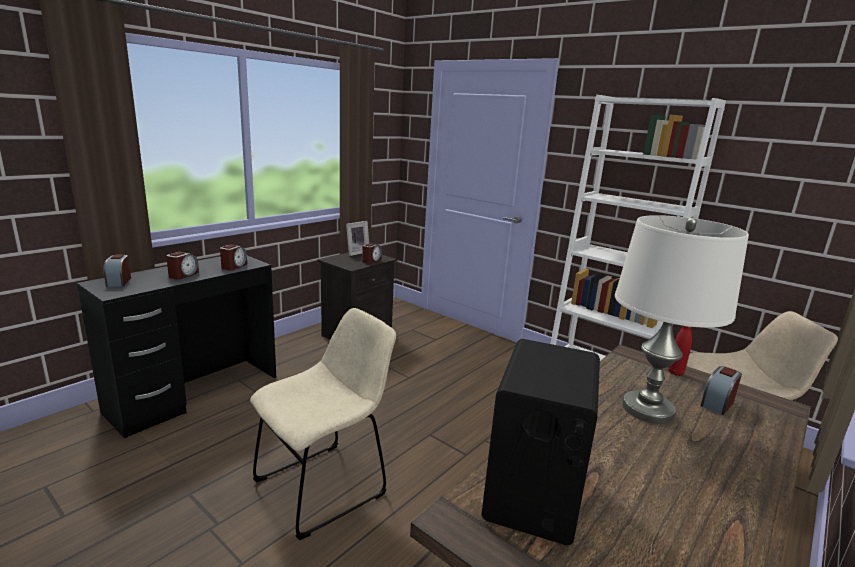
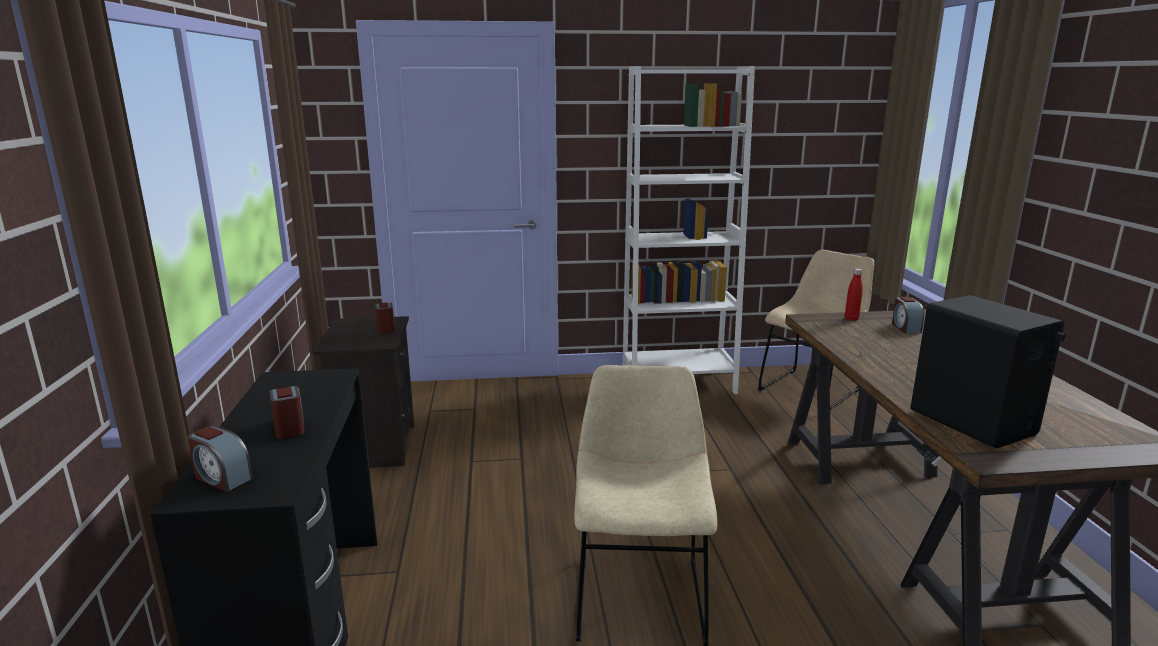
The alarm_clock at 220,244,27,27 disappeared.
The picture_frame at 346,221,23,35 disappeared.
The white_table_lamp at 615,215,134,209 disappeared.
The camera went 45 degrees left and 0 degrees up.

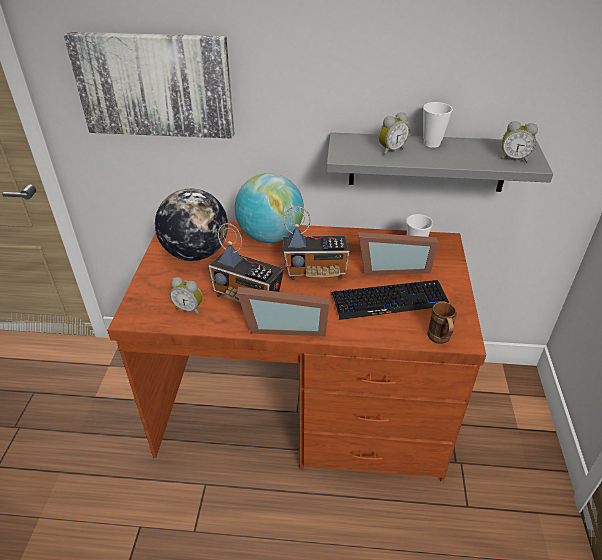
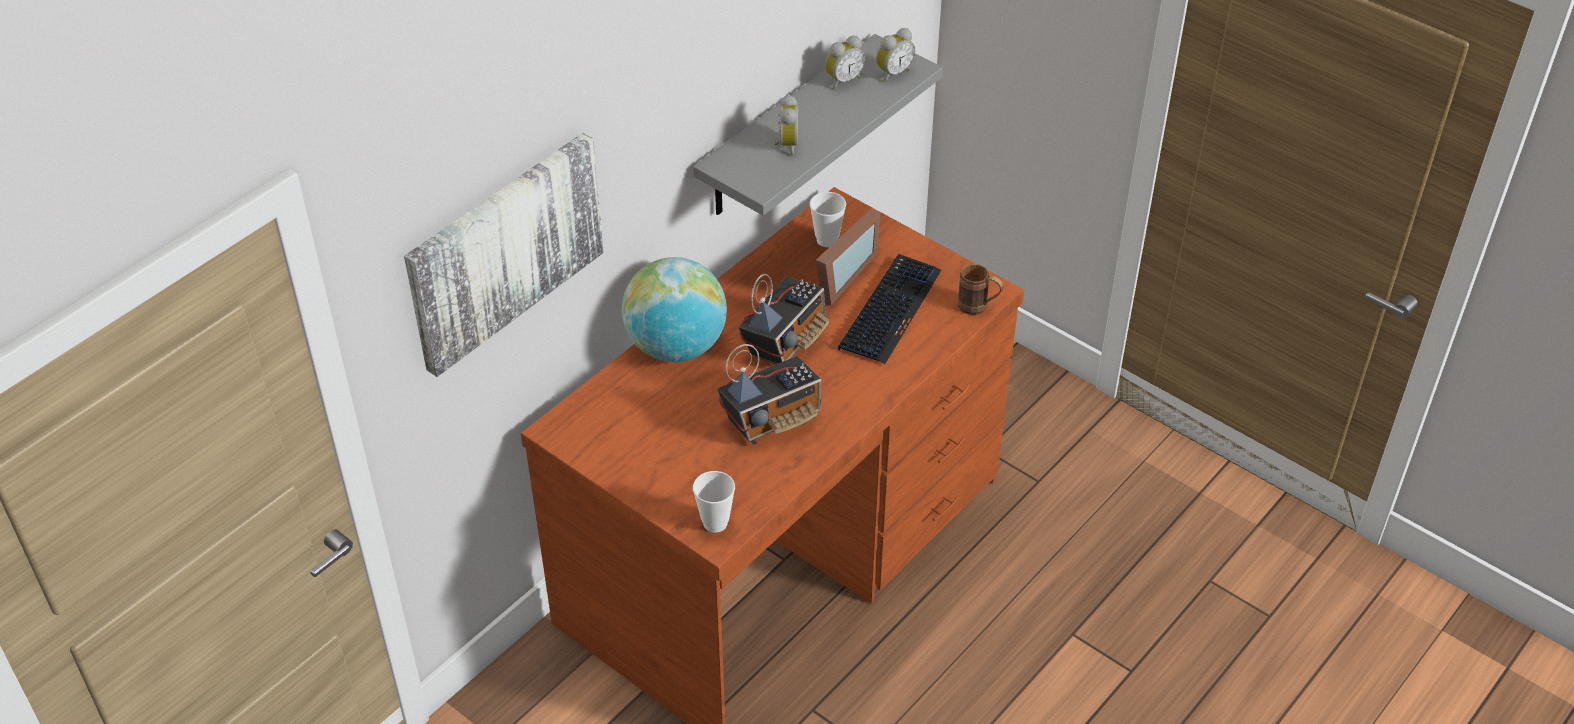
The globe at 155,188,73,73 disappeared.
The alarm_clock moved from 170,277,33,38 to 825,36,40,53.
The picture_frame at 237,287,92,49 disappeared.
The cup moved from 423,102,30,46 to 693,471,42,62.
The camera went 55 degrees left and 5 degrees up.

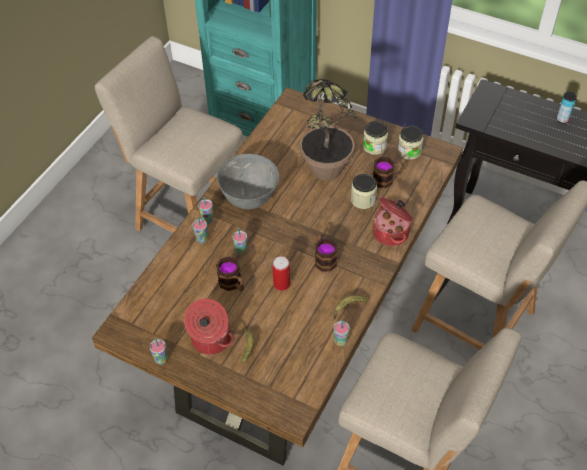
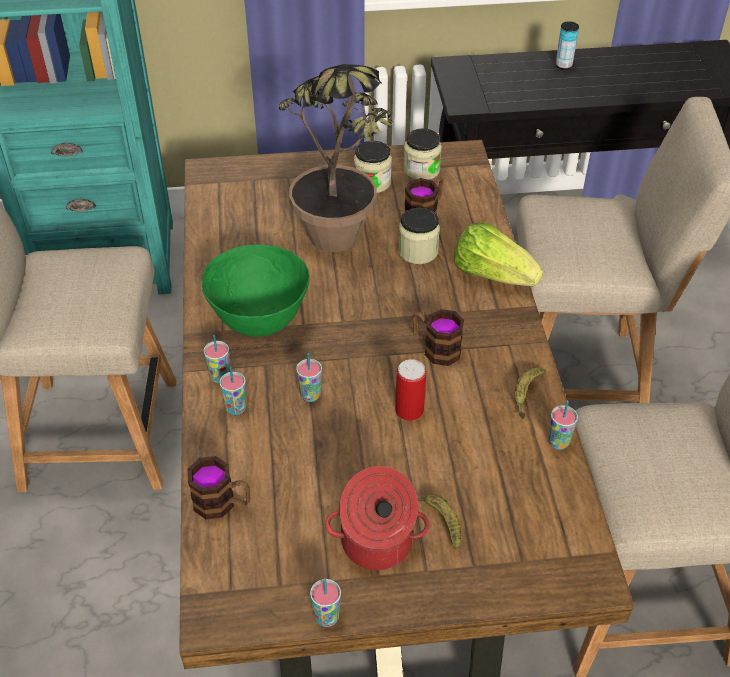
The mug moved from 216,257,28,34 to 187,456,63,63.
The grey_bowl at 217,154,62,56 became the green_bowl at 202,244,108,93.
The cooking_pot at 372,197,42,49 was replaced by the lettuce at 454,223,89,63.
The camera went 35 degrees left and 5 degrees down.

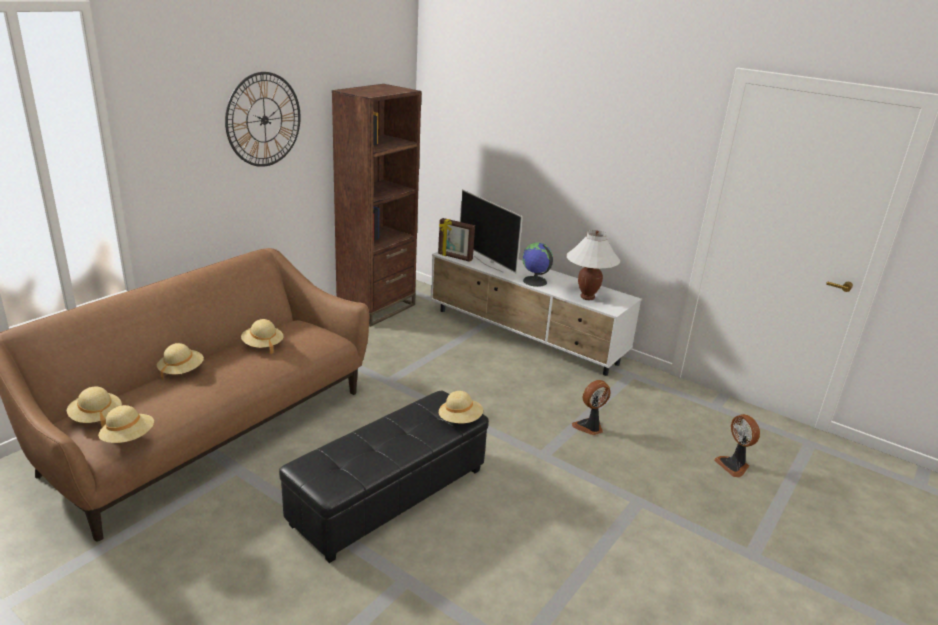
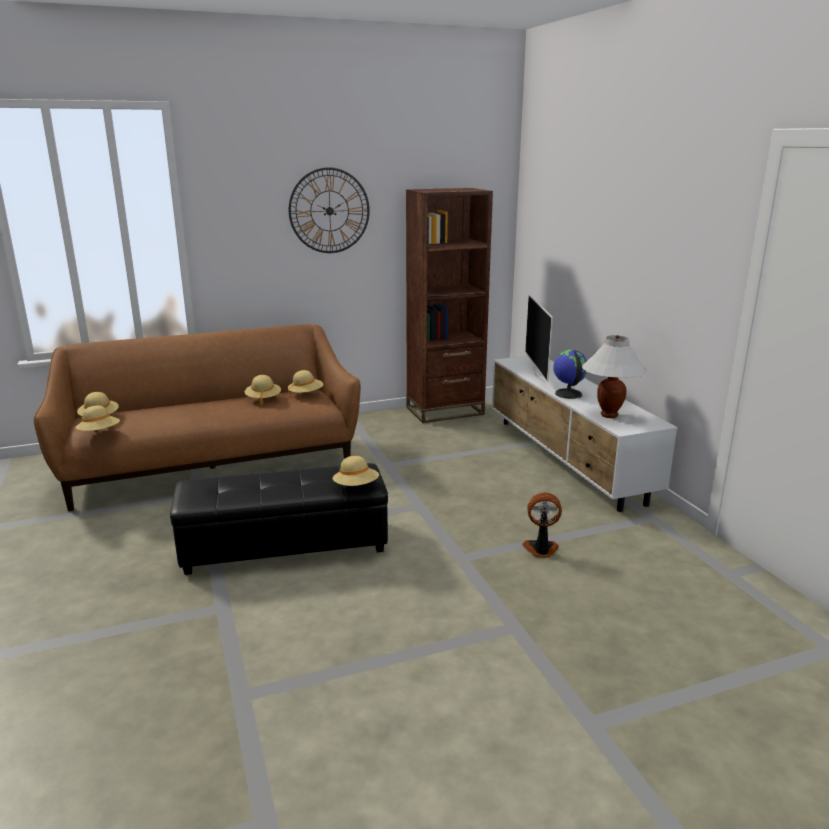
The beige_hat moved from 157,343,47,37 to 288,370,35,26.
The picture_frame at 438,218,37,44 disappeared.
The fan at 714,414,46,63 disappeared.
The camera went 35 degrees right and 5 degrees down.

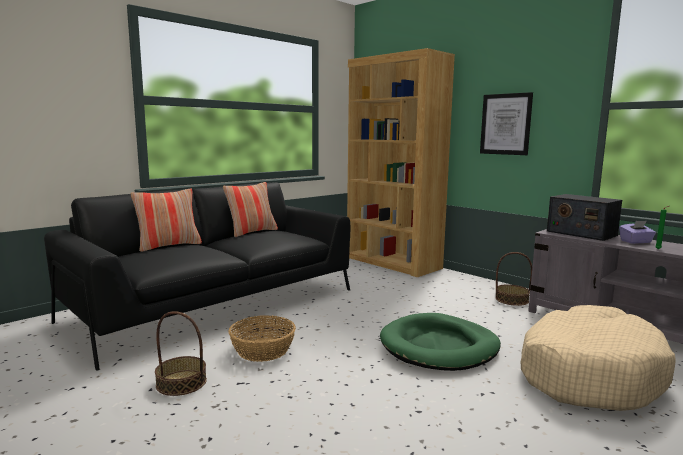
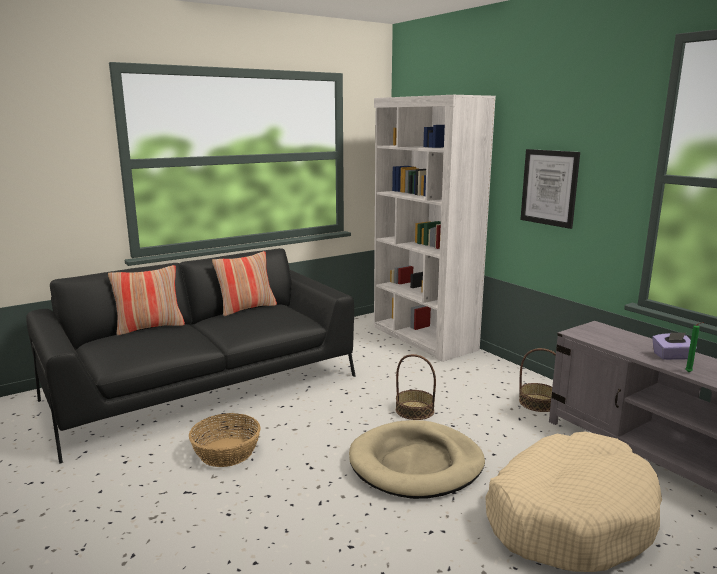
The basket moved from 155,311,52,85 to 396,354,40,66.
The brown_bookcase at 347,48,108,229 became the white_bookcase at 374,95,122,267.
The green_dog_bed at 380,313,121,58 became the beige_dog_bed at 349,420,136,79.
The radio at 547,194,75,47 disappeared.
The camera went 10 degrees right and 5 degrees up.

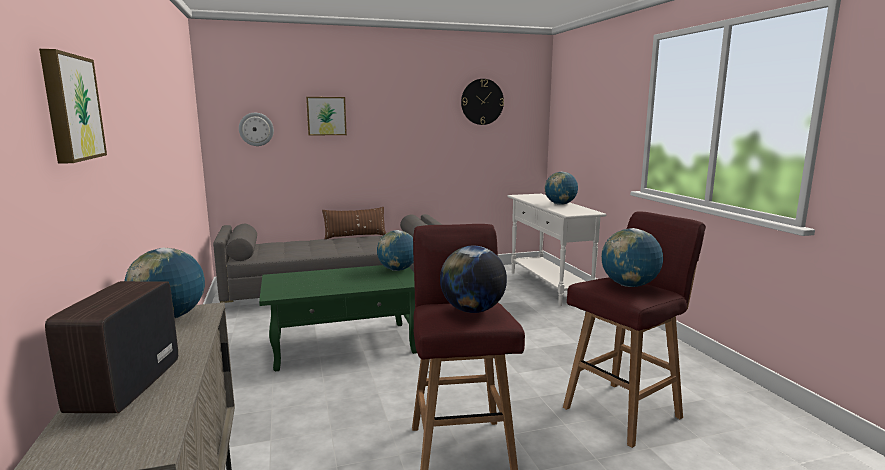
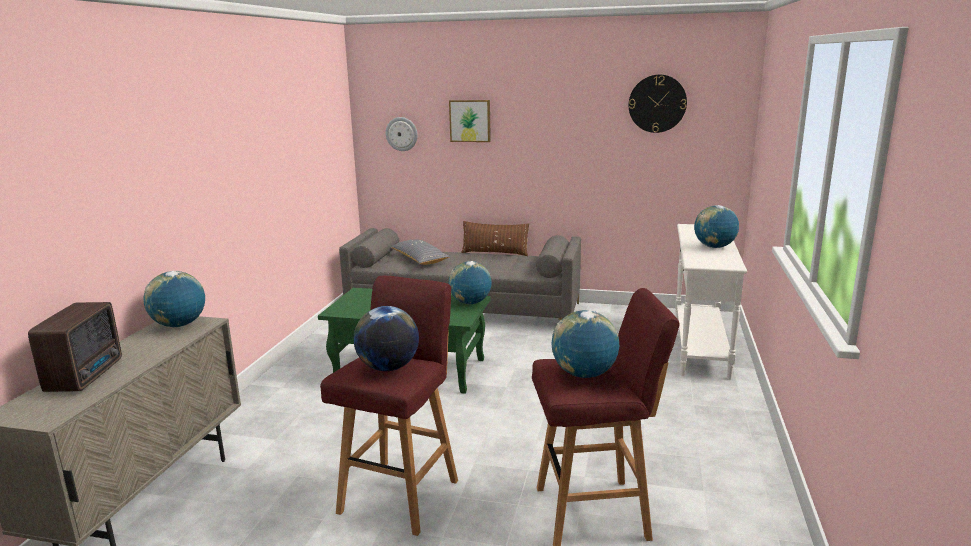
The picture at 39,49,68,115 disappeared.
The radio at 45,281,133,132 turned 150 degrees clockwise.
The grey_pillow at 391,239,59,26 appeared.
The camera went 30 degrees right and 5 degrees up.

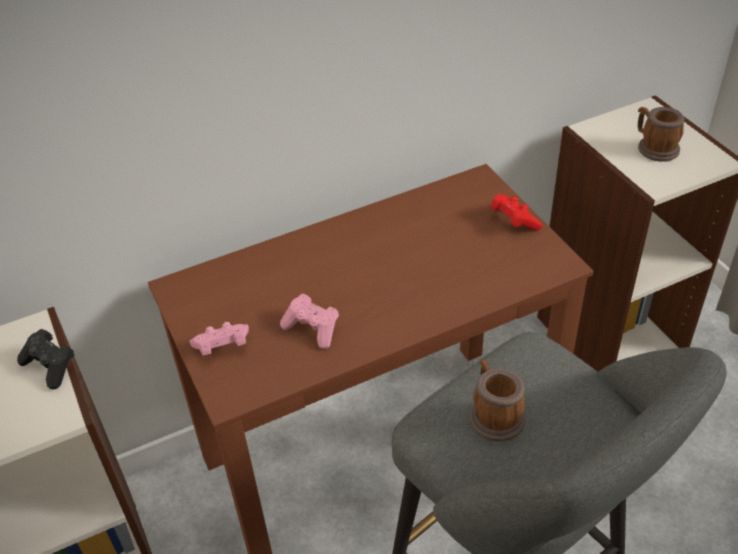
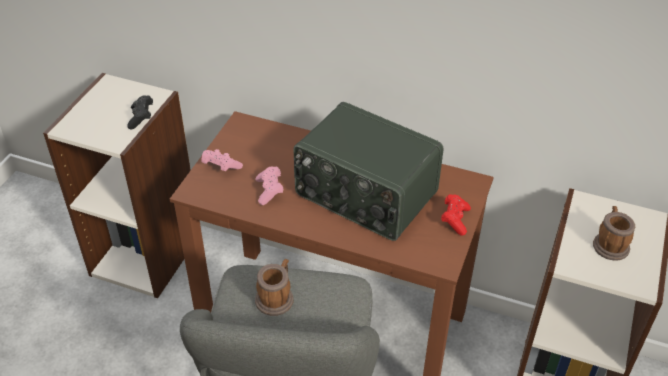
The radio at 293,102,150,139 appeared.
The camera went 45 degrees right and 0 degrees up.

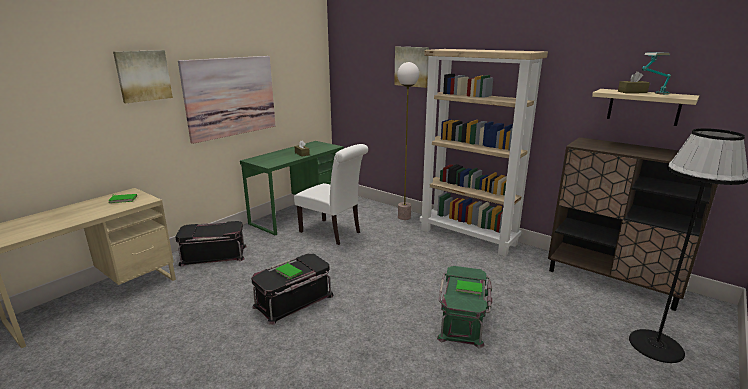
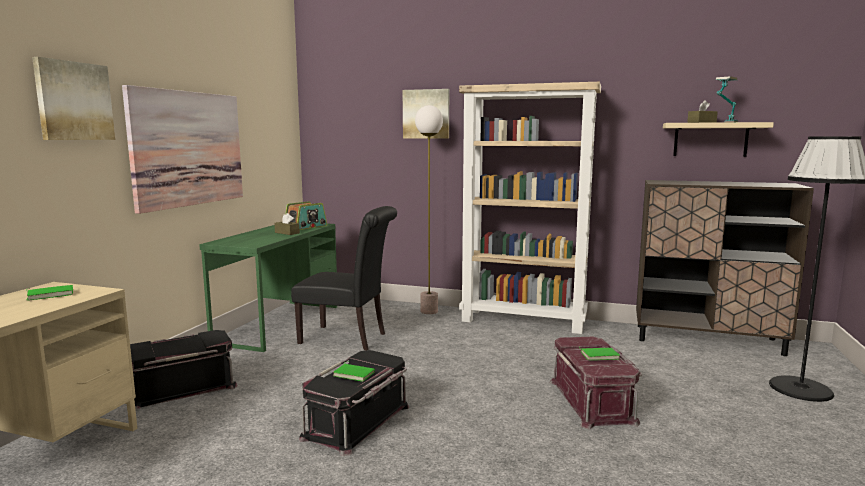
The white_chair at 294,144,74,101 became the black_chair at 291,206,106,144.
The green_storage_box at 437,266,55,83 became the red_storage_box at 550,337,92,92.
The radio at 285,201,42,29 appeared.
The camera went 20 degrees left and 10 degrees down.

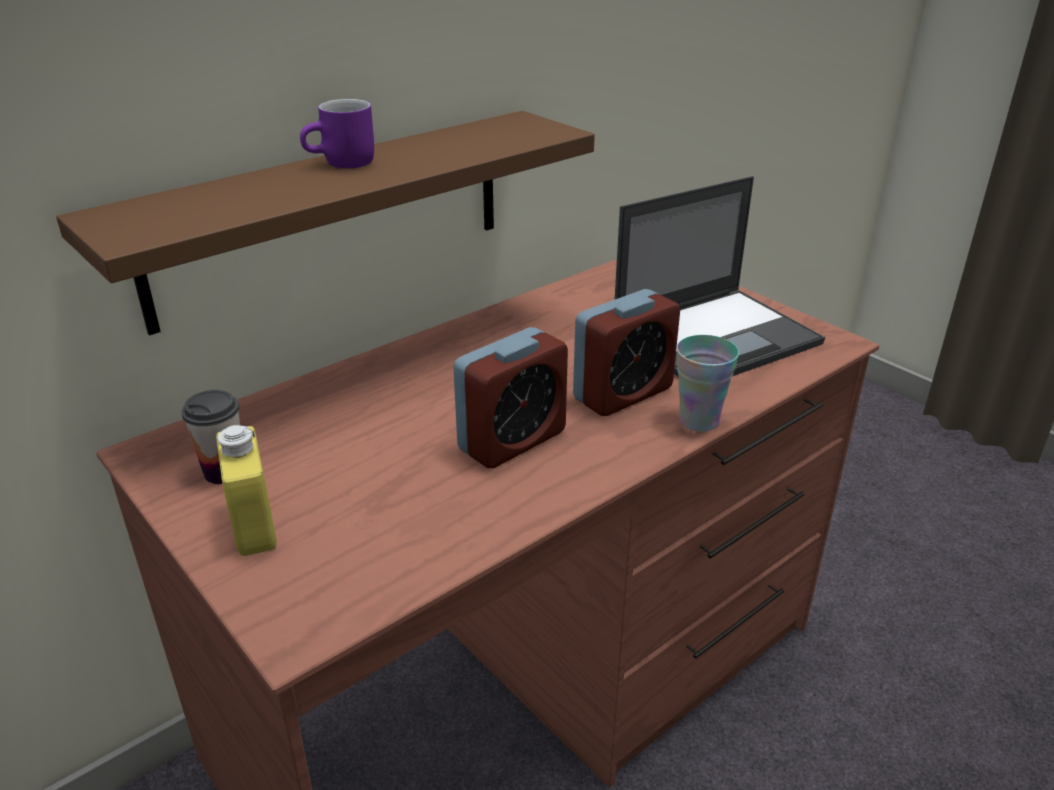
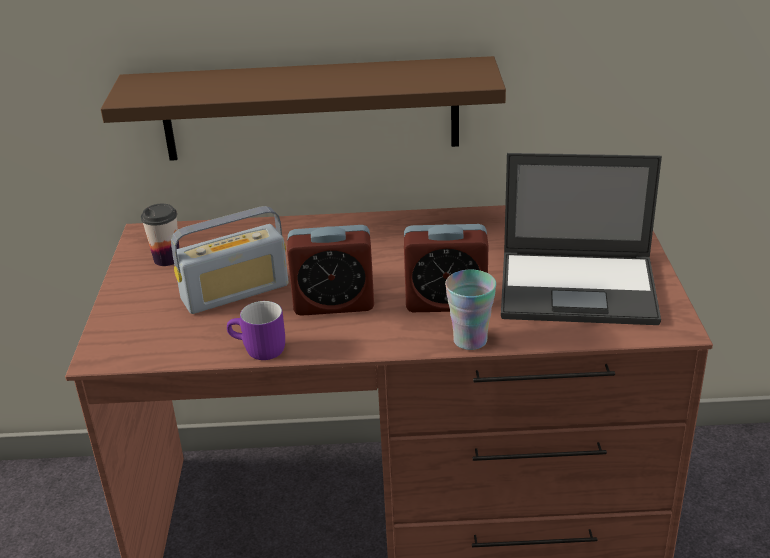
The yellow_bottle at 216,425,61,131 disappeared.
The purple_mug moved from 300,99,74,69 to 227,301,58,59.
The radio at 171,206,117,108 appeared.
The camera went 40 degrees right and 0 degrees up.

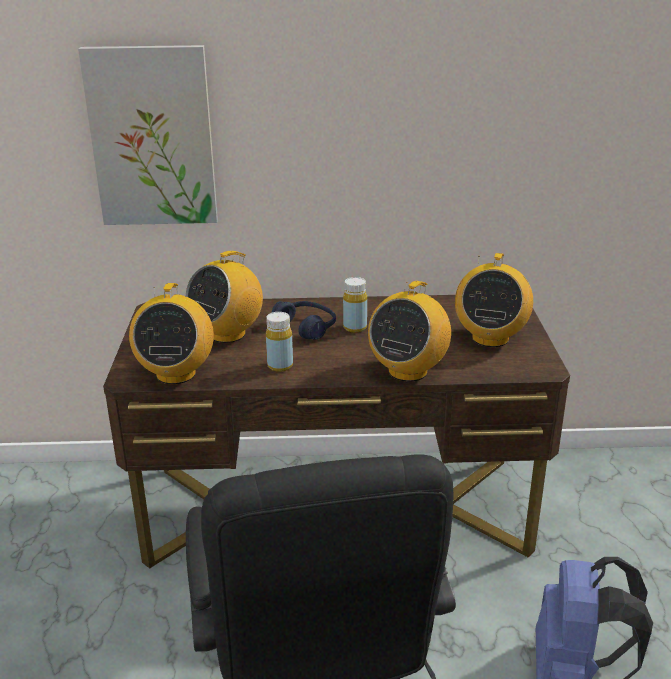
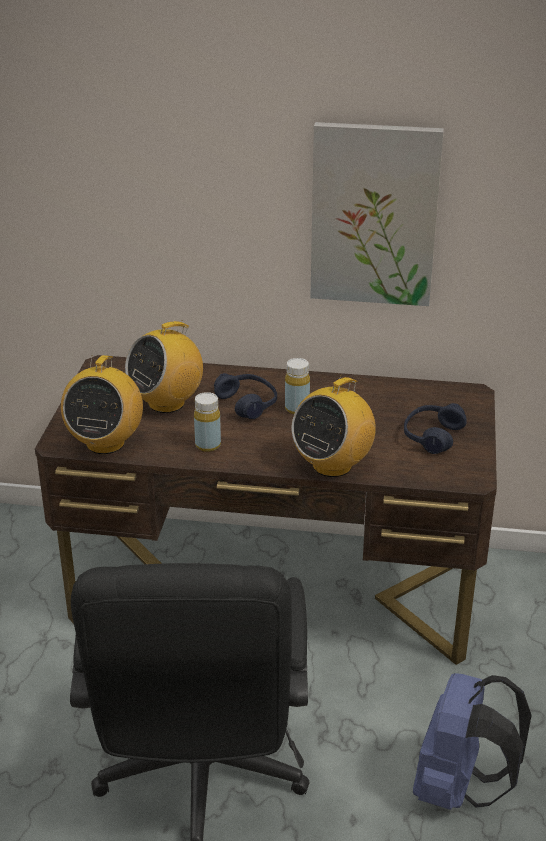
The picture moved from 78,45,140,180 to 310,122,134,184.
The radio at 455,253,78,94 was replaced by the blue_headphones at 404,403,63,51.
The camera went 10 degrees right and 5 degrees up.

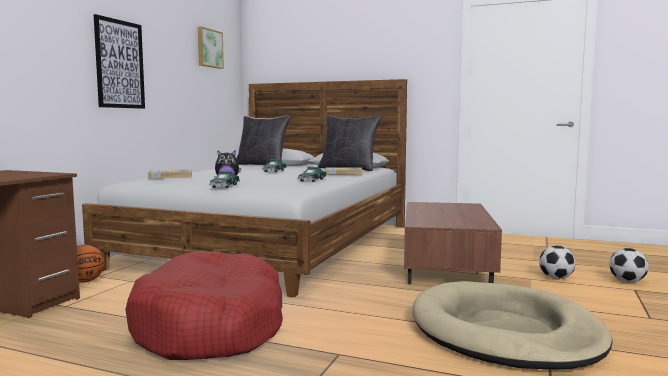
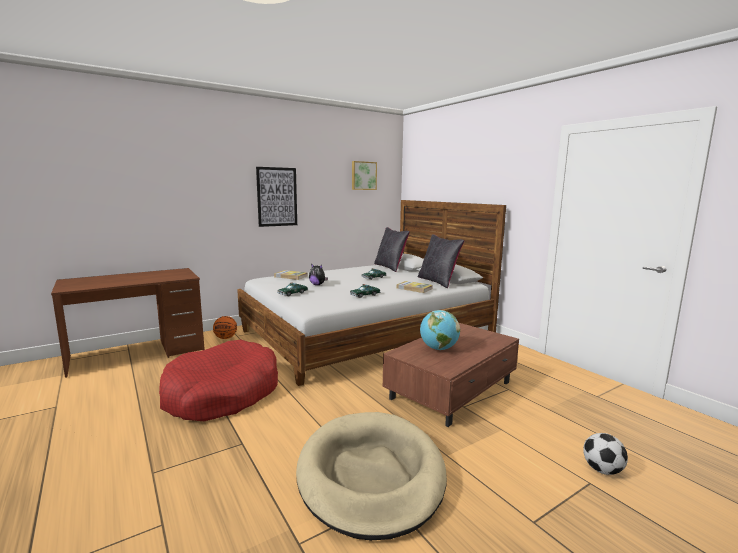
The football at 539,246,37,33 disappeared.
The globe at 420,310,40,40 appeared.
The camera went 35 degrees right and 5 degrees up.

